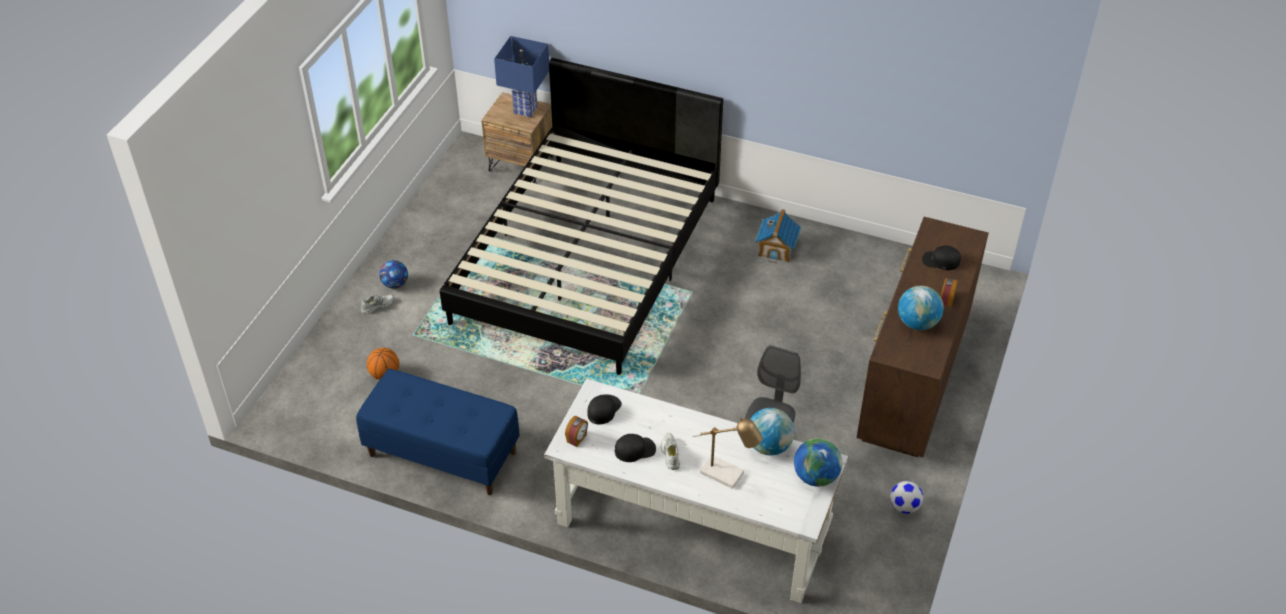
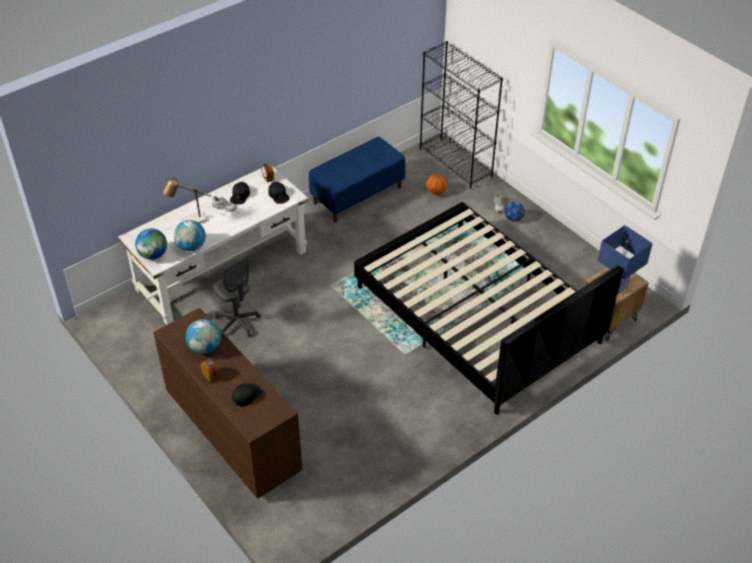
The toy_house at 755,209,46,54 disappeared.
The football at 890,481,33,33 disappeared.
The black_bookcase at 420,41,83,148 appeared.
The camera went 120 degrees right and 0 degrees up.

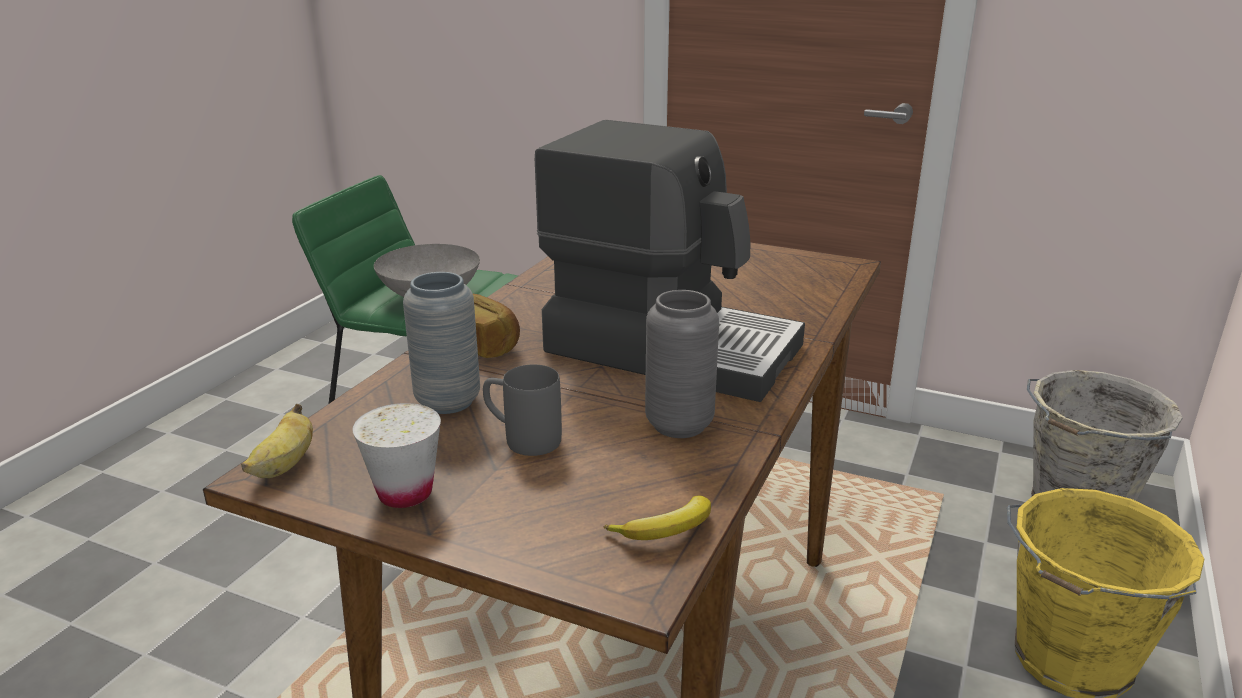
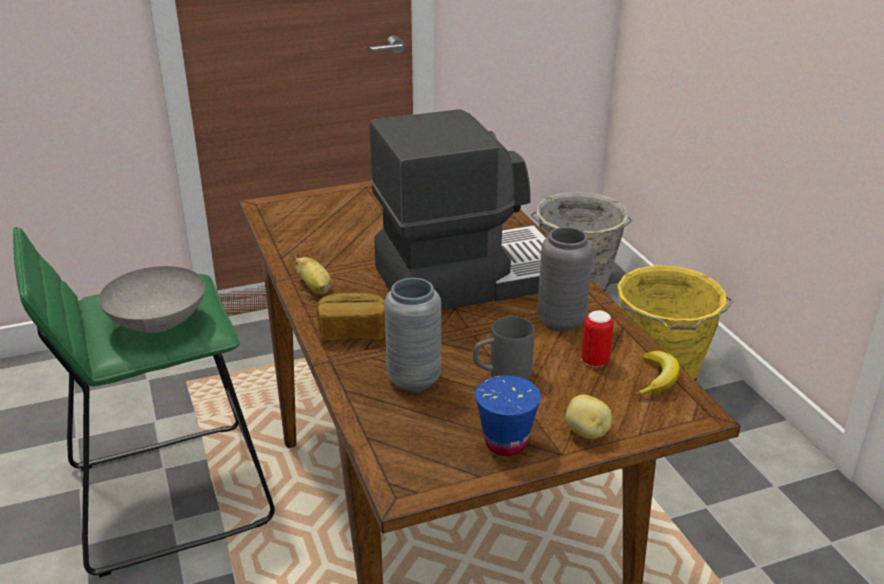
The banana moved from 241,404,72,74 to 293,253,38,41.
The white_cup at 353,403,88,105 became the blue_cup at 475,375,66,81.
The potato at 566,394,46,45 appeared.
The can at 581,311,32,56 appeared.
The camera went 45 degrees left and 5 degrees up.

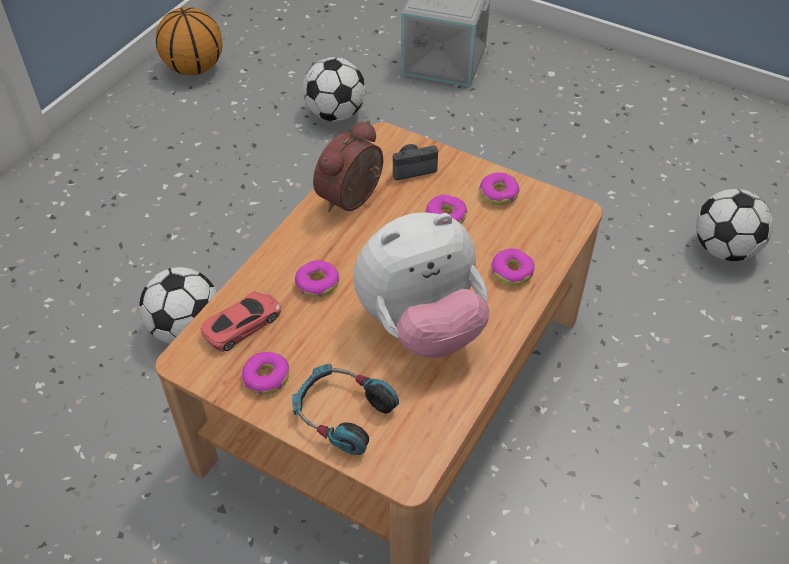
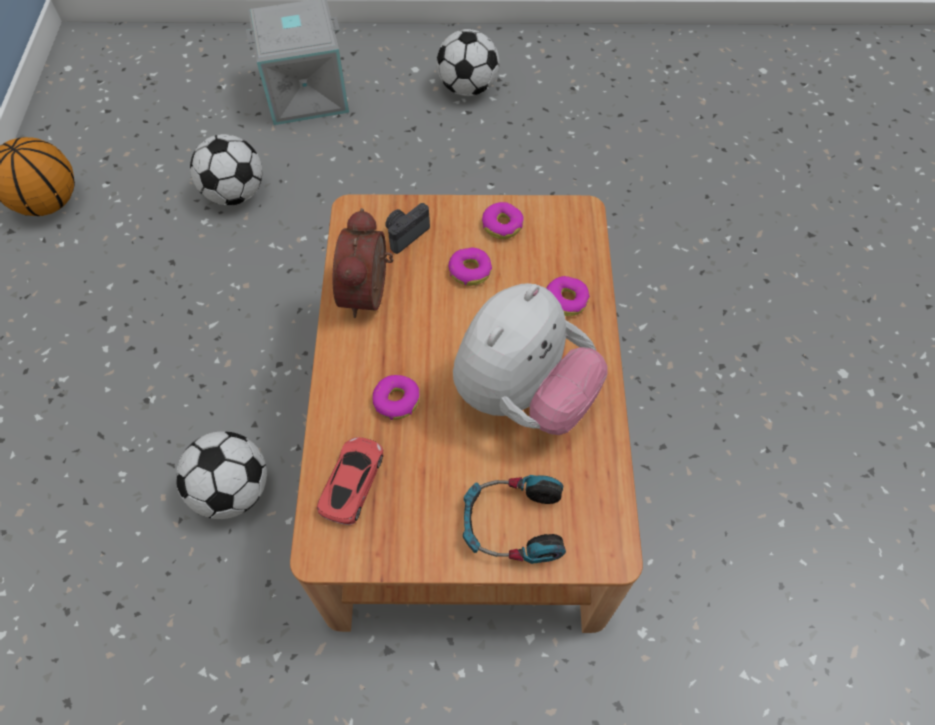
The donut at 242,352,47,43 disappeared.
The football moved from 696,189,77,72 to 436,29,63,67.
The camera went 30 degrees left and 10 degrees up.

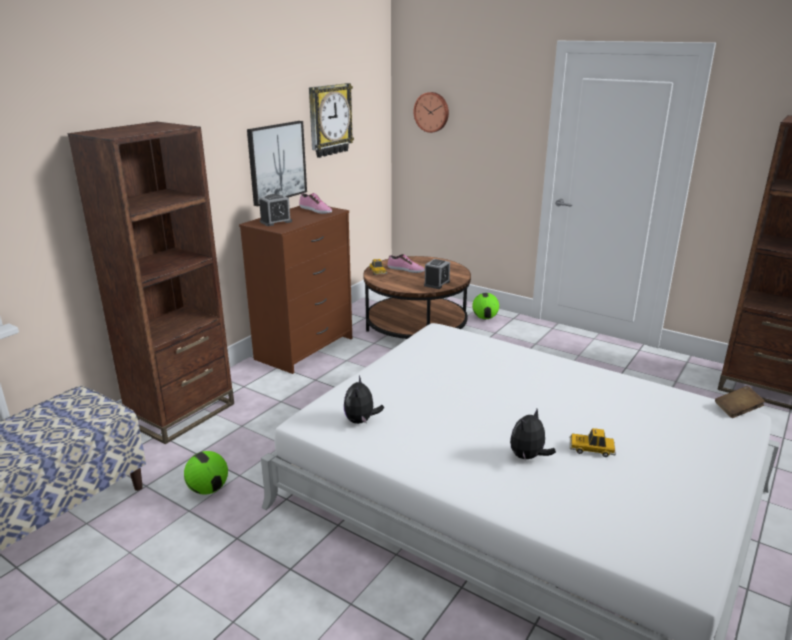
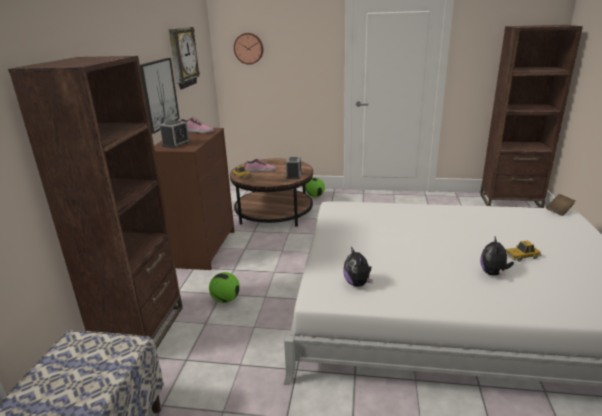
The football moved from 184,451,44,44 to 209,272,31,31.
The camera went 25 degrees left and 0 degrees up.

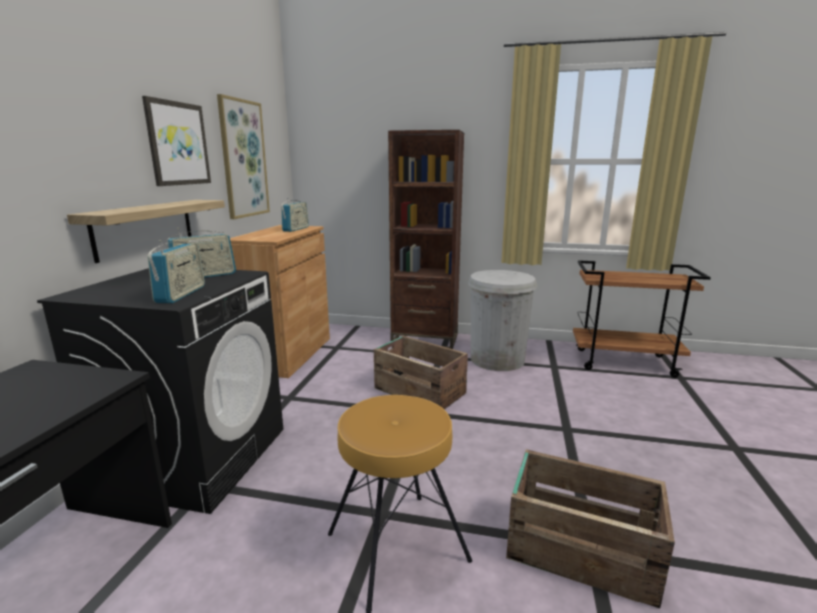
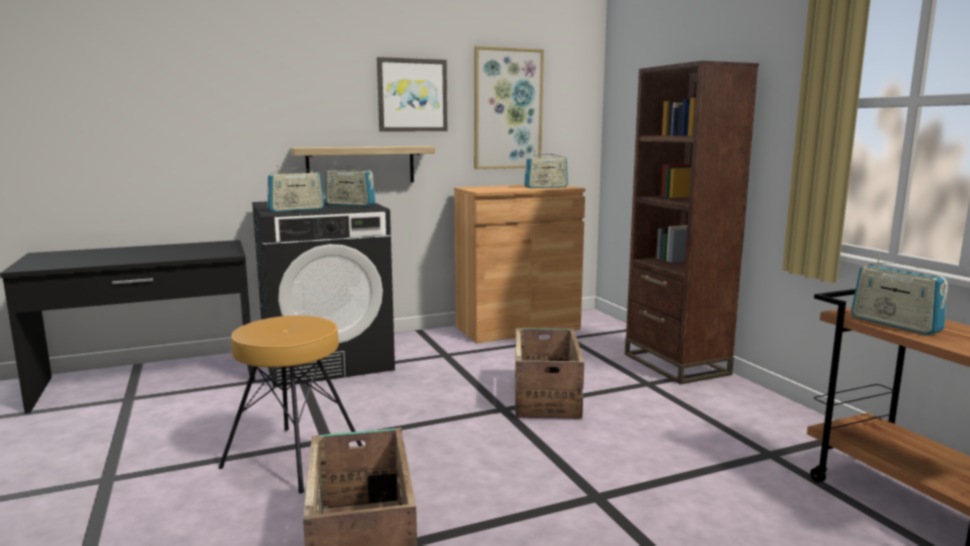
The white_trash_can at 468,270,69,101 disappeared.
The radio at 851,254,97,81 appeared.
The camera went 55 degrees right and 5 degrees down.

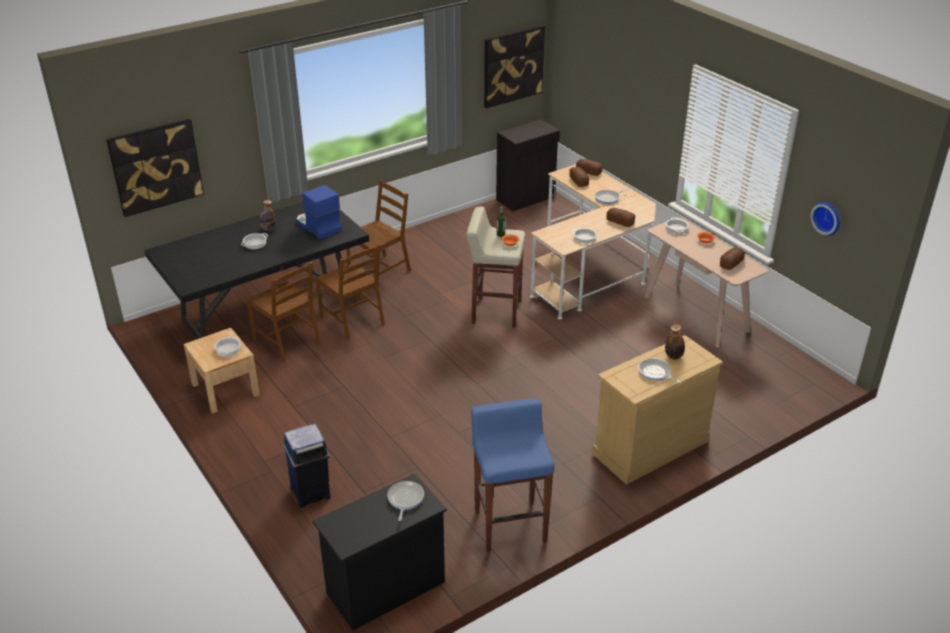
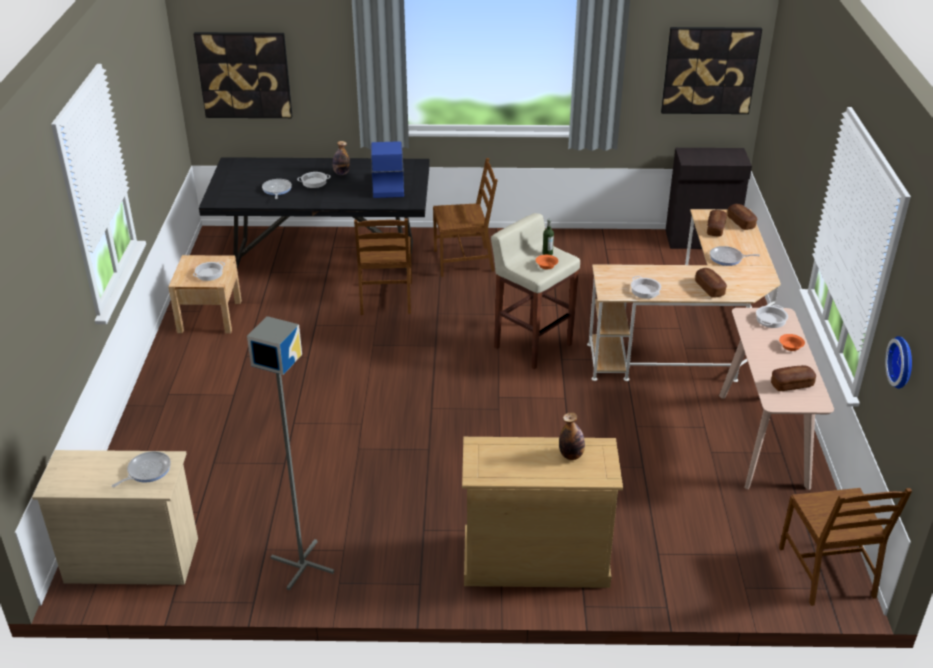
The brown_chair moved from 247,262,74,100 to 779,488,133,118.
The blue_trash_can at 283,424,48,84 disappeared.
The black_dresser at 312,474,135,156 became the beige_dresser at 32,450,166,135.
The blue_stool at 471,398,83,154 was replaced by the grey_floor_lamp at 247,316,87,274.
The frying_pan moved from 638,358,43,25 to 262,179,30,20.
The camera went 35 degrees right and 0 degrees up.

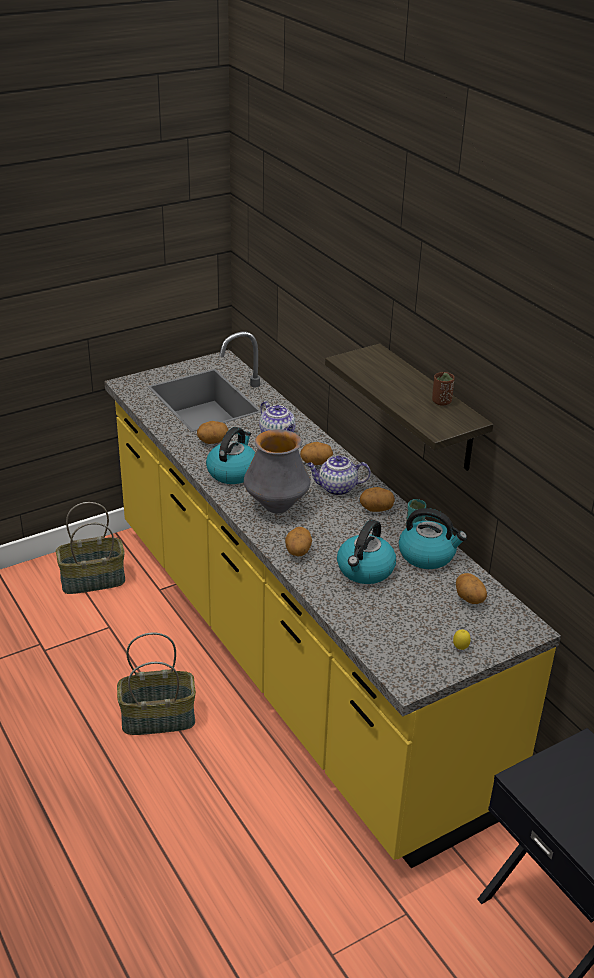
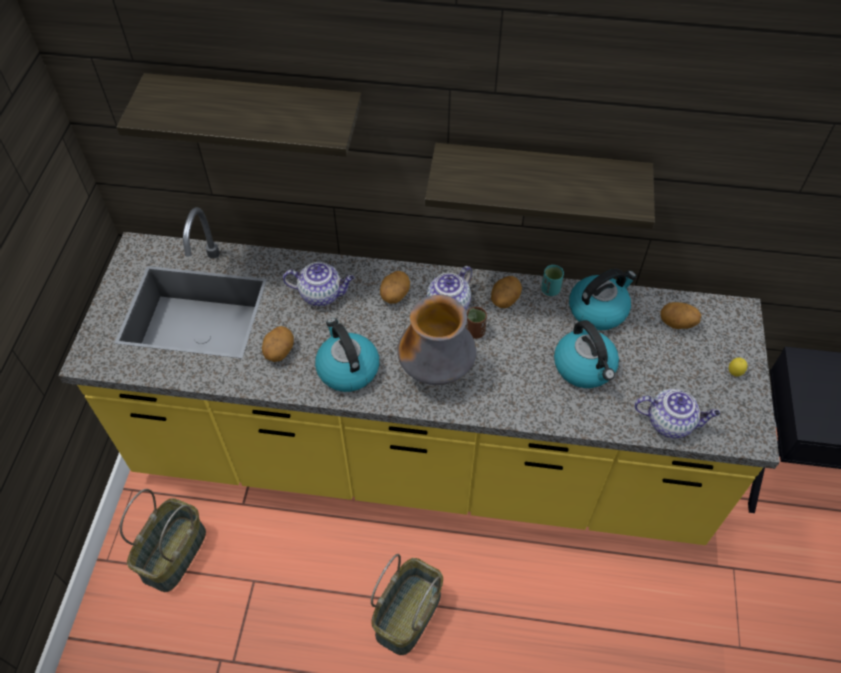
The potato at 285,527,27,29 disappeared.
The brown_cup moved from 432,372,22,34 to 466,307,21,32.
The shelf at 116,73,246,84 appeared.
The teapot at 634,389,86,49 appeared.
The camera went 50 degrees left and 20 degrees up.

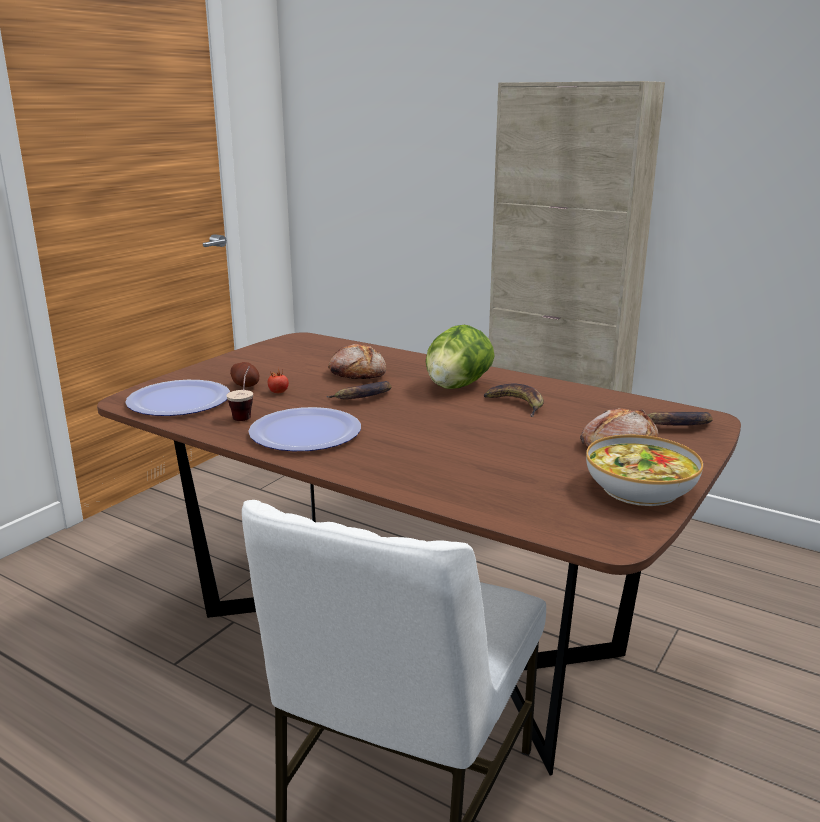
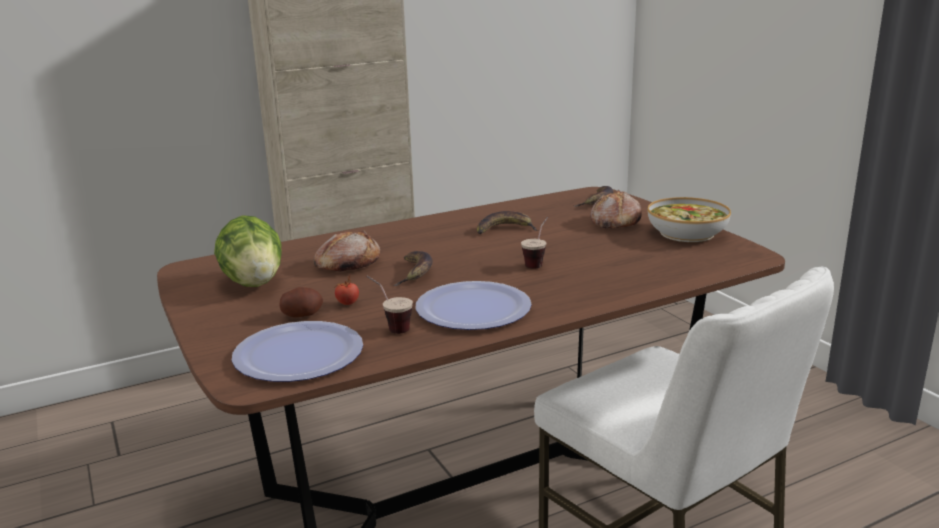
The lettuce moved from 426,325,69,64 to 214,215,68,72.
The cup at 521,217,27,52 appeared.
The camera went 60 degrees left and 0 degrees up.

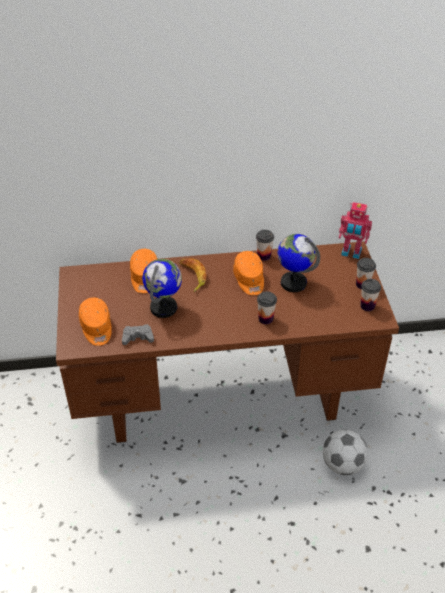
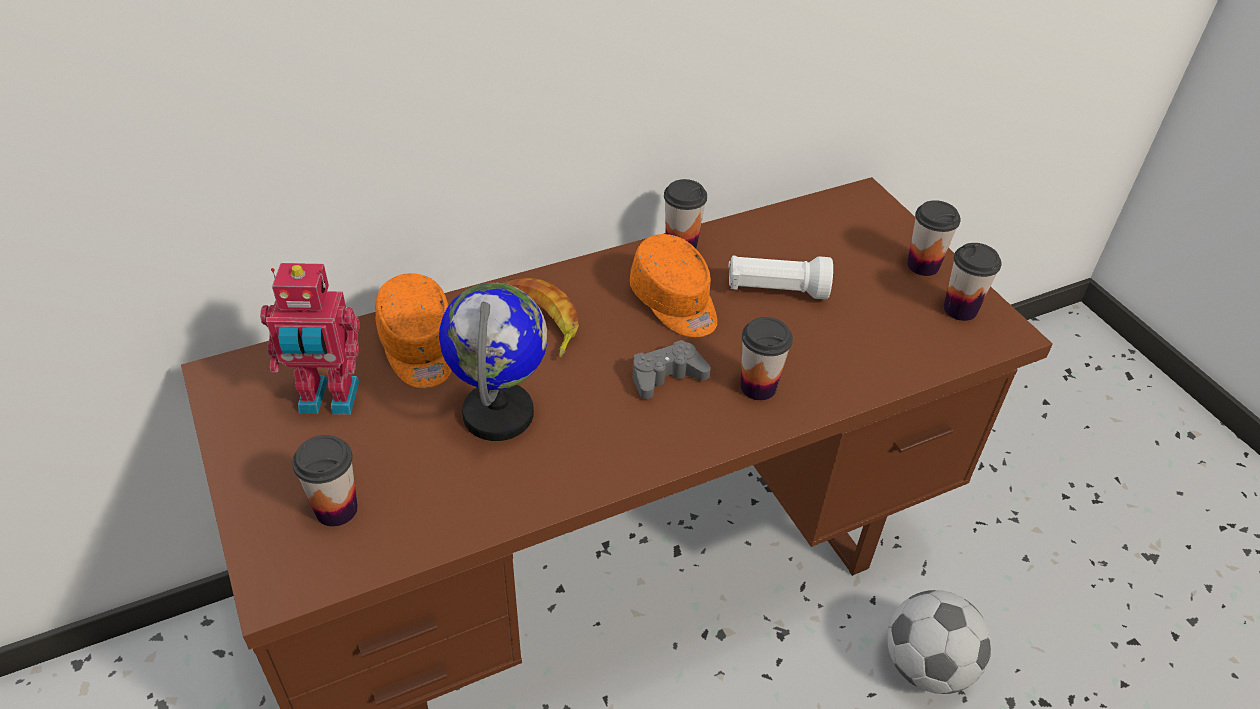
The orange_cap at 79,297,33,49 was replaced by the cup at 292,435,66,92.
The grey_game_controller moved from 122,324,32,21 to 633,340,78,59.
The globe at 278,234,42,58 was replaced by the white_flashlight at 728,256,105,44.
The toy_robot moved from 339,202,33,57 to 260,263,100,152.
The camera went 20 degrees left and 0 degrees up.

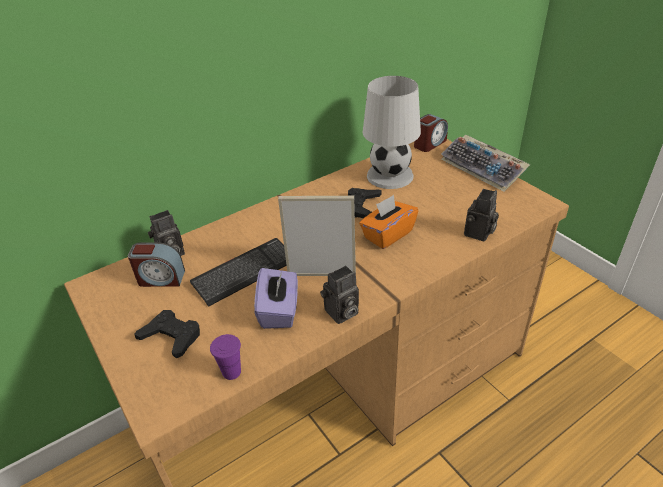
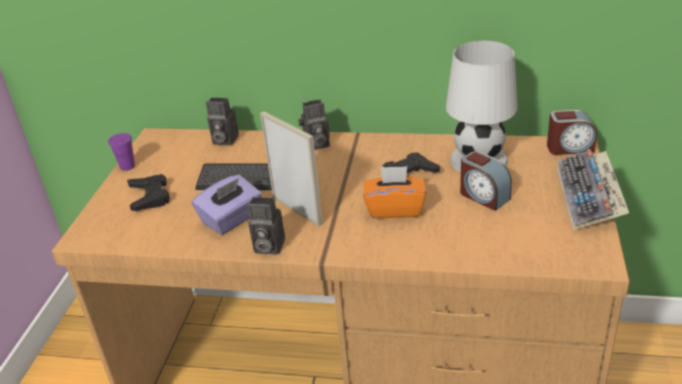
The alarm_clock moved from 128,242,57,45 to 460,151,52,60.
The purple_cup moved from 210,334,31,46 to 108,133,27,38.
The photo_camera moved from 464,189,35,52 to 298,99,32,51.
The camera went 45 degrees right and 5 degrees down.

